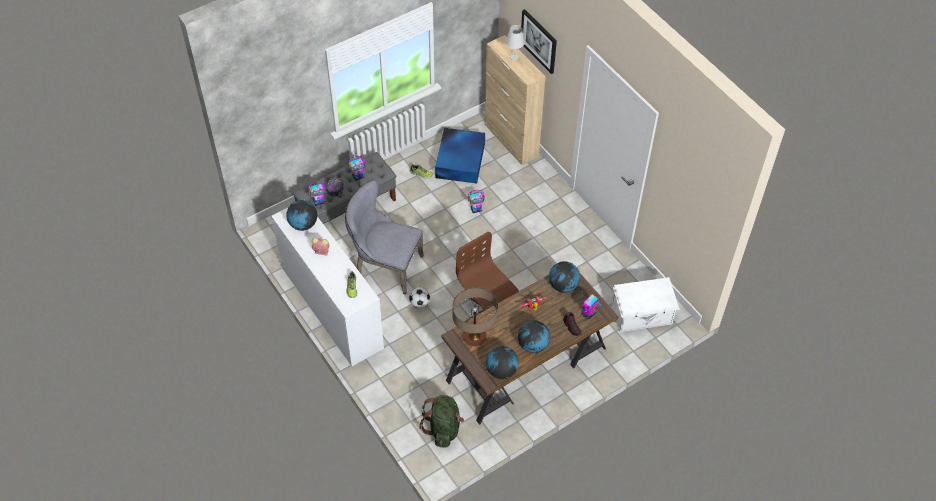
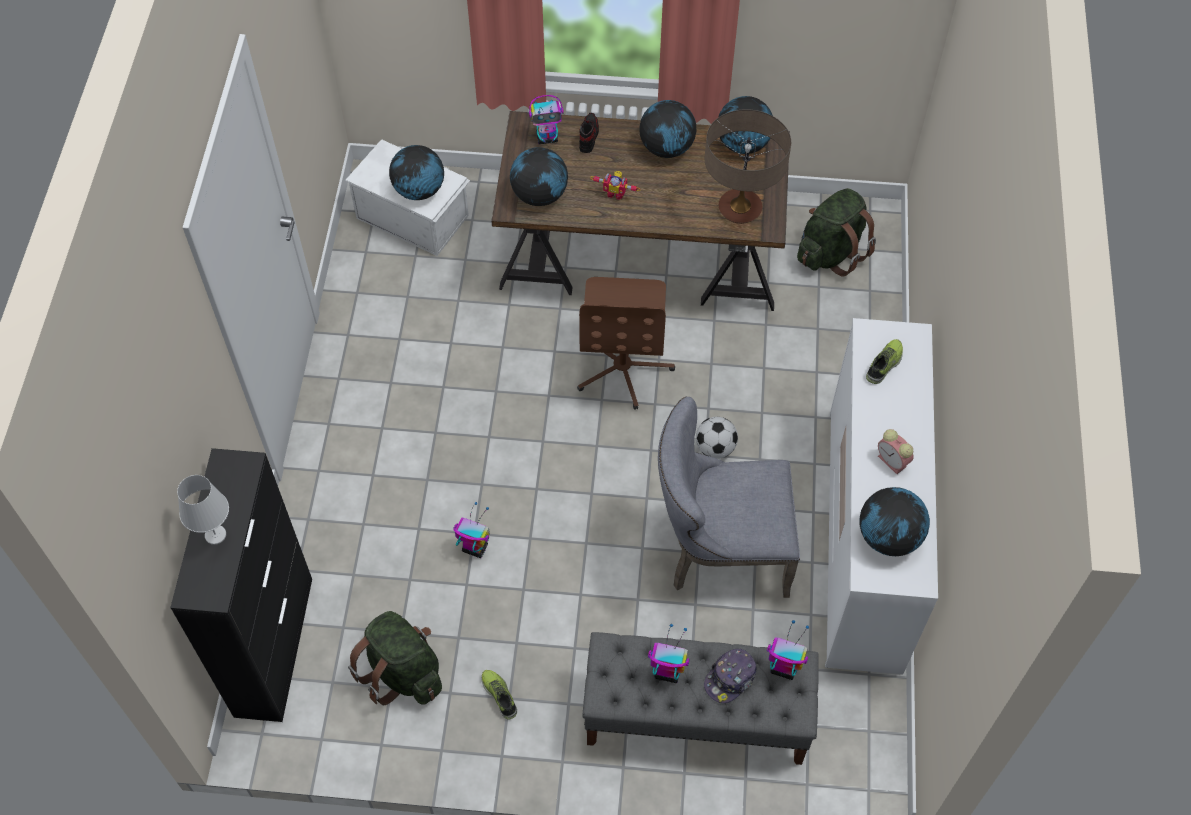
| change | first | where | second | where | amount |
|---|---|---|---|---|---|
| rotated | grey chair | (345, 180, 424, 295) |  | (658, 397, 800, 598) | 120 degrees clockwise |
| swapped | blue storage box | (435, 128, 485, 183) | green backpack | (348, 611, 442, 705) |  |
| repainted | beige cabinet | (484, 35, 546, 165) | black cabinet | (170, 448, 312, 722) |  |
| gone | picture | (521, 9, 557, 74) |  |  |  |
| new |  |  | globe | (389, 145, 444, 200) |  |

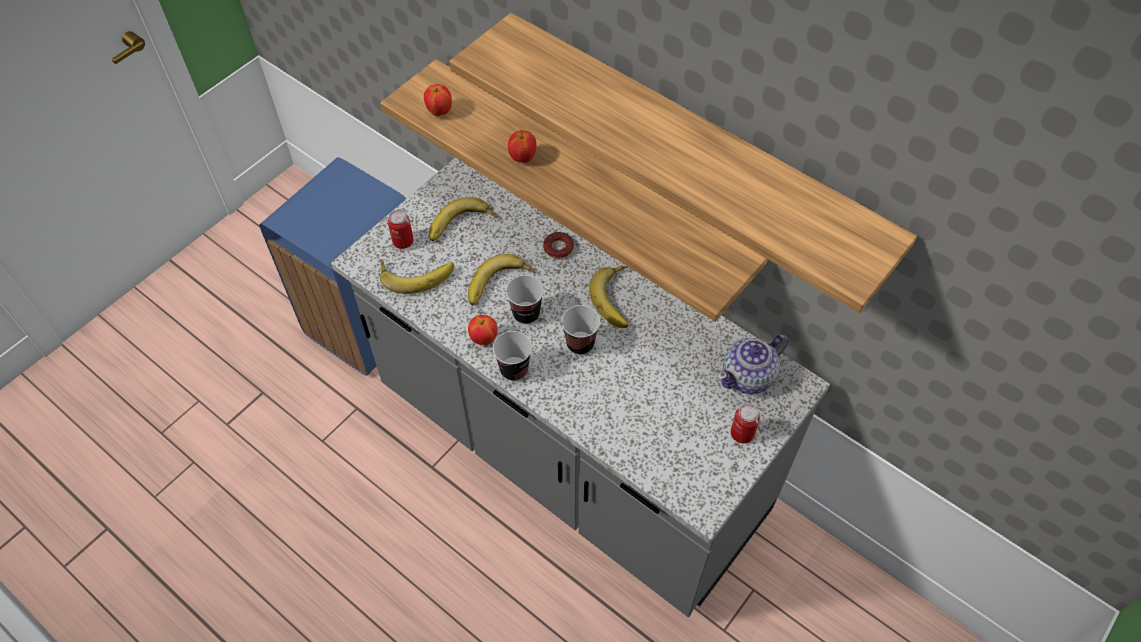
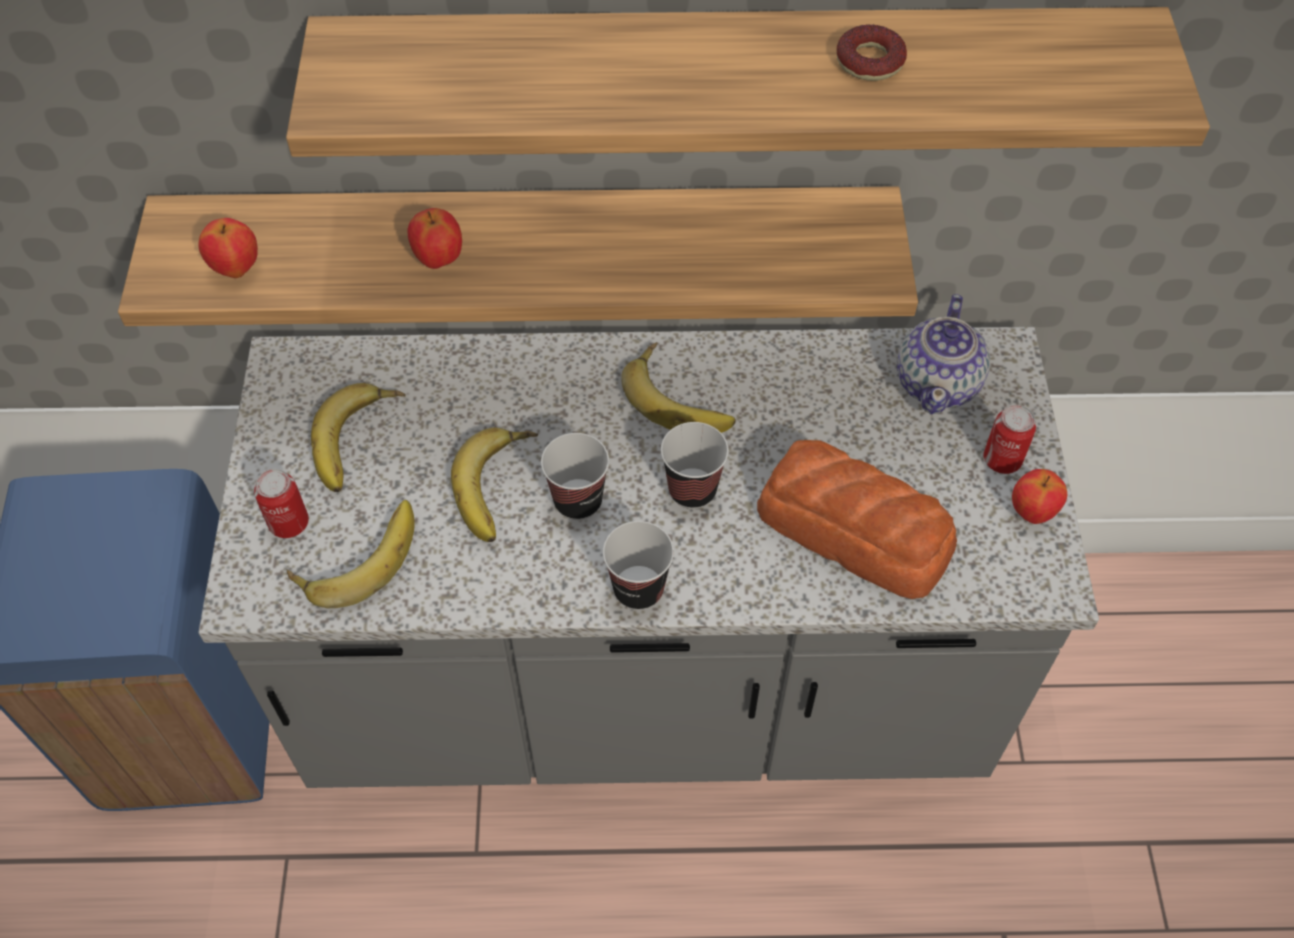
| change | first | where | second | where | amount |
|---|---|---|---|---|---|
| shifted | apple | (468, 315, 497, 345) |  | (1012, 469, 1067, 524) |  |
| shifted | donut | (543, 232, 574, 259) |  | (836, 24, 907, 81) |  |
| new |  |  | bread | (757, 440, 957, 599) |  |

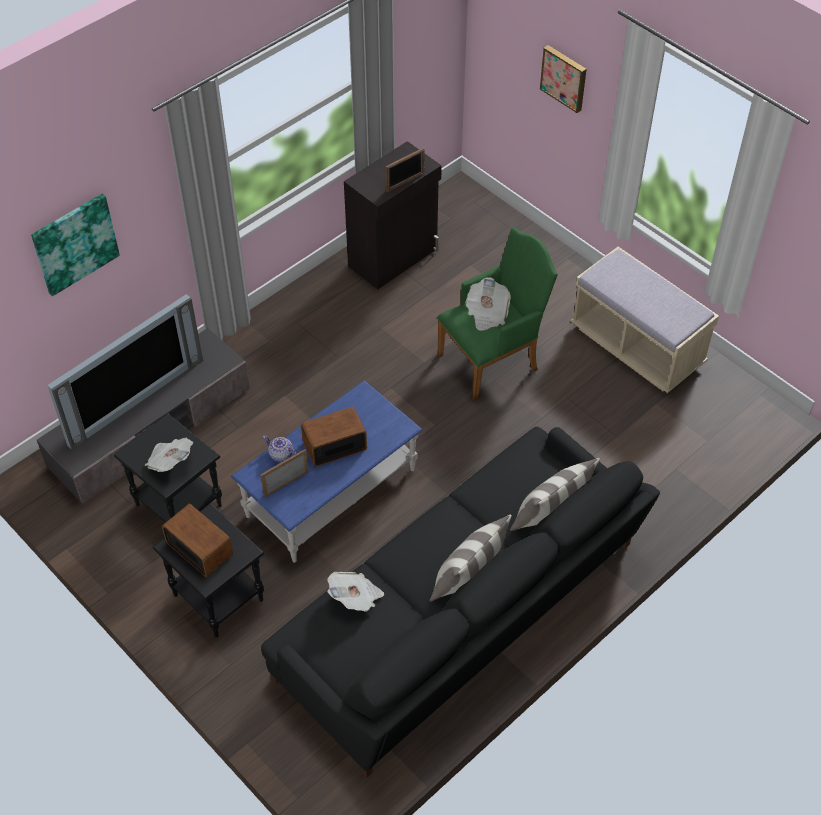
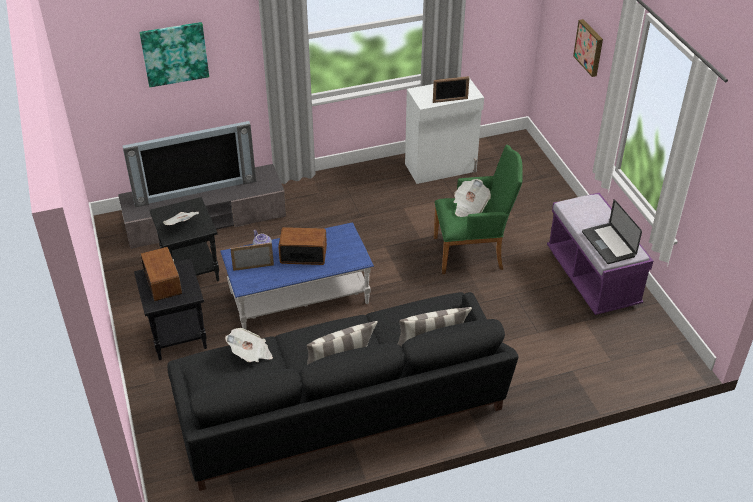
| change | first | where | second | where | amount |
|---|---|---|---|---|---|
| repainted | black cabinet | (344, 141, 442, 289) | white cabinet | (405, 78, 484, 184) |  |
| repainted | beige bench | (571, 247, 719, 393) | purple bench | (547, 193, 653, 315) |  |
| new |  |  | laptop | (582, 199, 642, 264) |  |

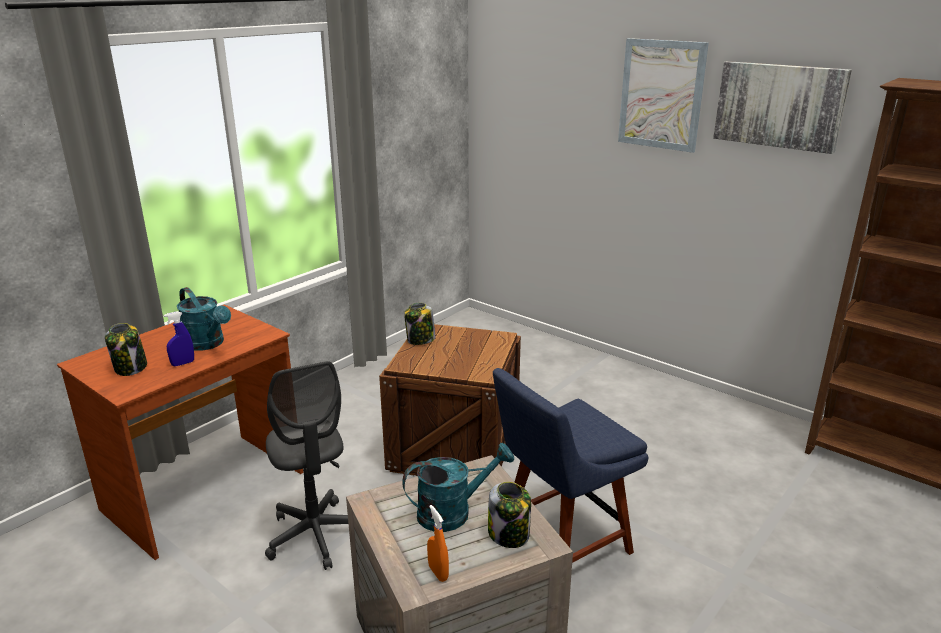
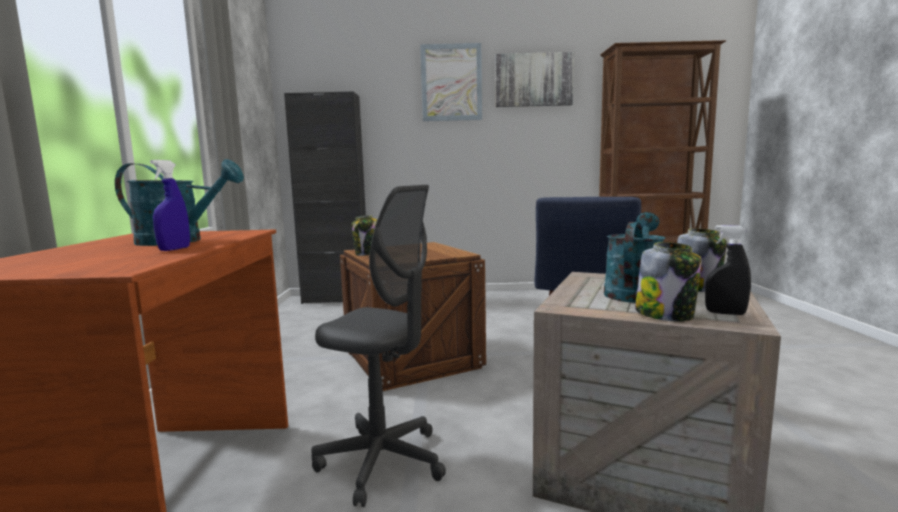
| change | first | where | second | where | amount |
|---|---|---|---|---|---|
| shifted | jar | (105, 323, 147, 376) |  | (635, 242, 702, 322) |  |
| repainted | orange spray bottle | (427, 505, 449, 582) | black spray bottle | (705, 225, 751, 315) |  |
| new |  |  | black cabinet | (284, 91, 366, 304) |  |

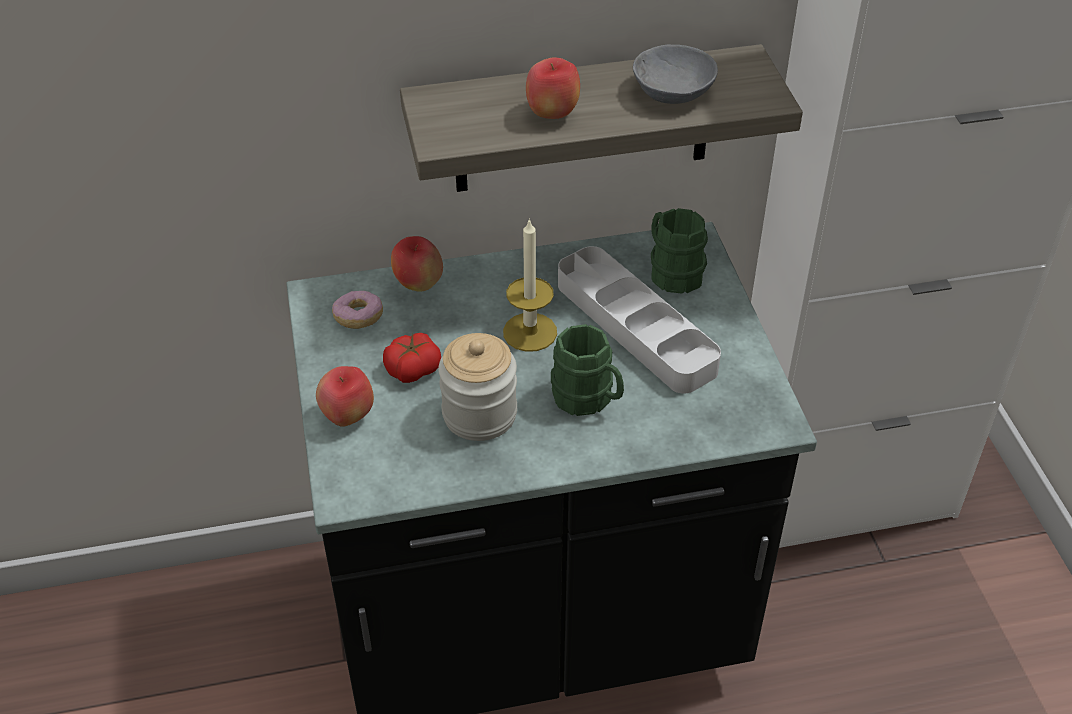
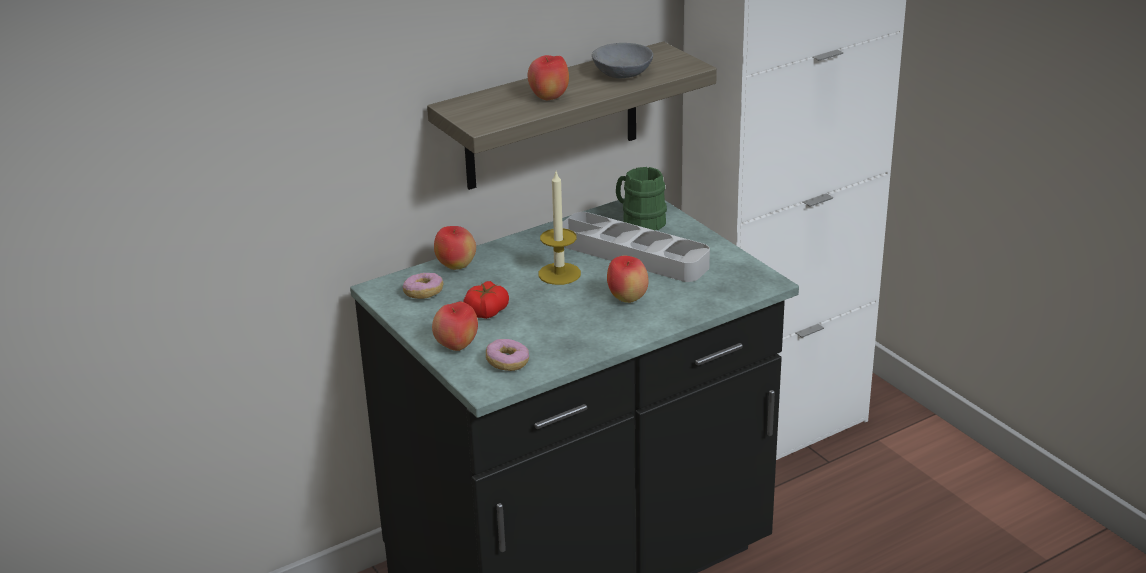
| change | first | where | second | where | amount |
|---|---|---|---|---|---|
| gone | jar | (438, 333, 517, 441) |  |  |  |
| swapped | green mug | (551, 324, 624, 416) | apple | (607, 255, 649, 303) |  |
| new |  |  | donut | (486, 339, 529, 371) |  |

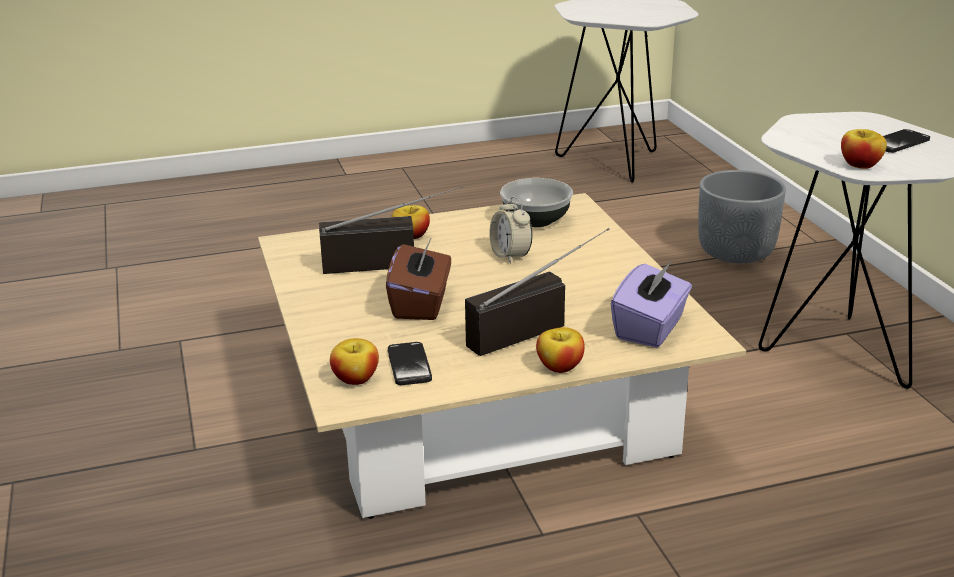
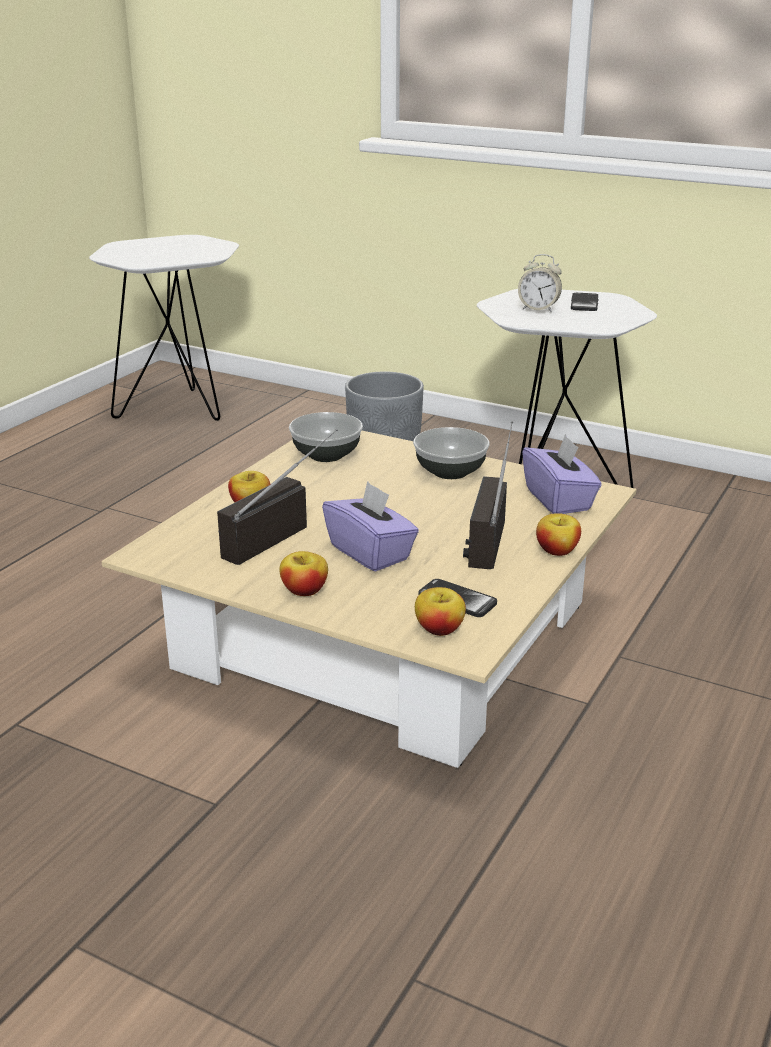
| change | first | where | second | where | amount |
|---|---|---|---|---|---|
| repainted | brown tissue box | (386, 237, 451, 320) | purple tissue box | (322, 481, 419, 571) |  |
| shifted | alarm clock | (489, 196, 532, 264) |  | (518, 254, 562, 312) |  |
| shifted | apple | (841, 129, 887, 169) |  | (279, 551, 328, 596) |  |
| new |  |  | bowl | (413, 427, 490, 479) |  |

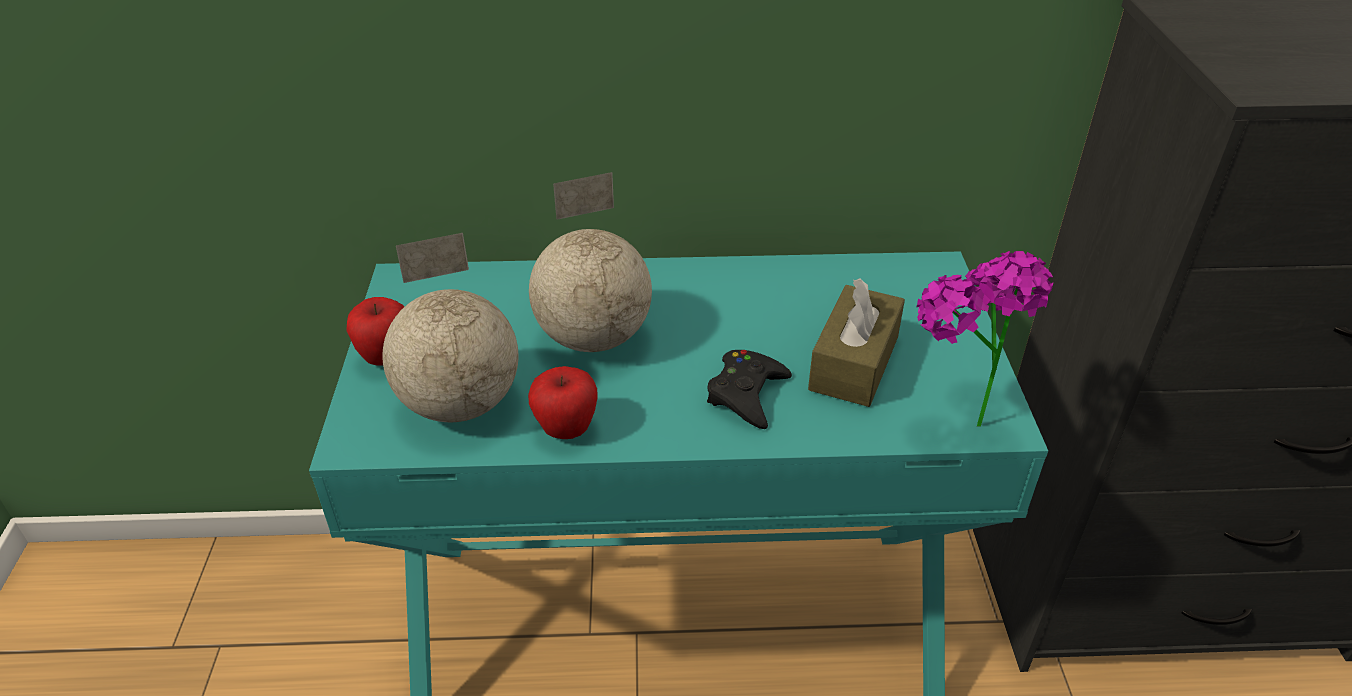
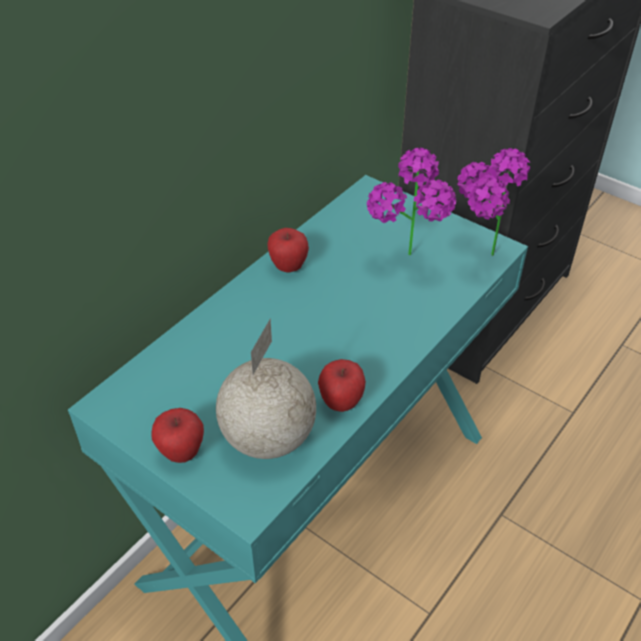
| change | first | where | second | where | amount |
|---|---|---|---|---|---|
| gone | globe | (529, 172, 652, 352) |  |  |  |
| gone | black game controller | (707, 350, 792, 429) |  |  |  |
| swapped | brown tissue box | (808, 278, 905, 407) | potted plant | (367, 148, 456, 255) |  |
| new |  |  | apple | (268, 228, 309, 273) |  |

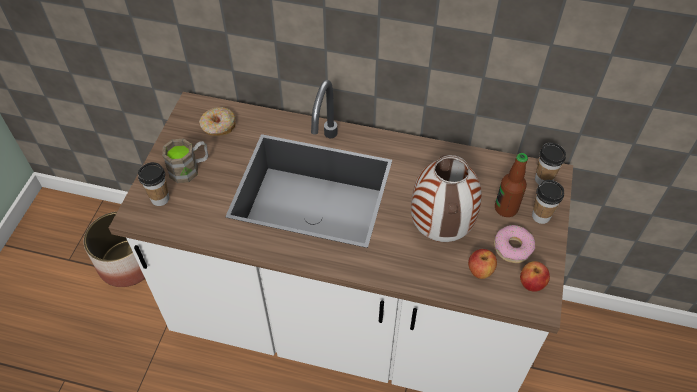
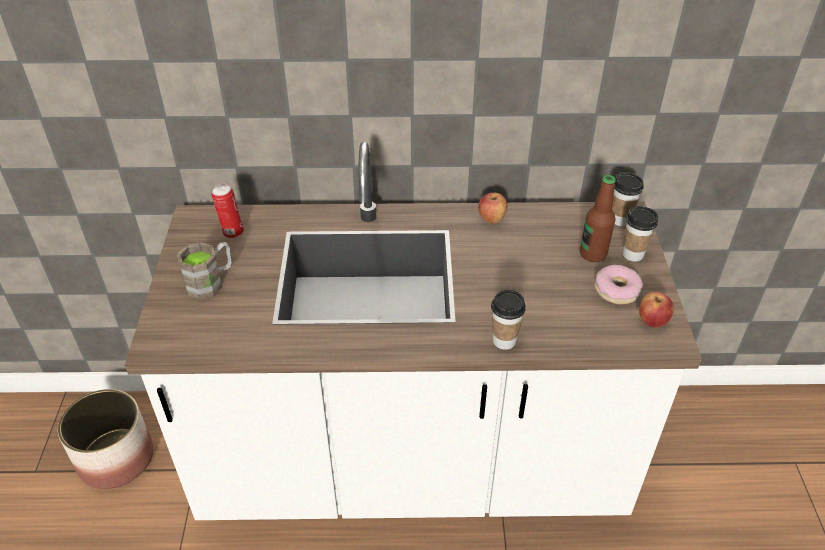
| change | first | where | second | where | amount |
|---|---|---|---|---|---|
| shifted | cup | (138, 162, 169, 206) |  | (491, 290, 526, 350) |  |
| swapped | donut | (199, 107, 236, 136) | can | (211, 184, 244, 238) |  |
| gone | vase | (411, 155, 482, 242) |  |  |  |
| shifted | apple | (468, 249, 497, 279) |  | (478, 192, 507, 224) |  |

